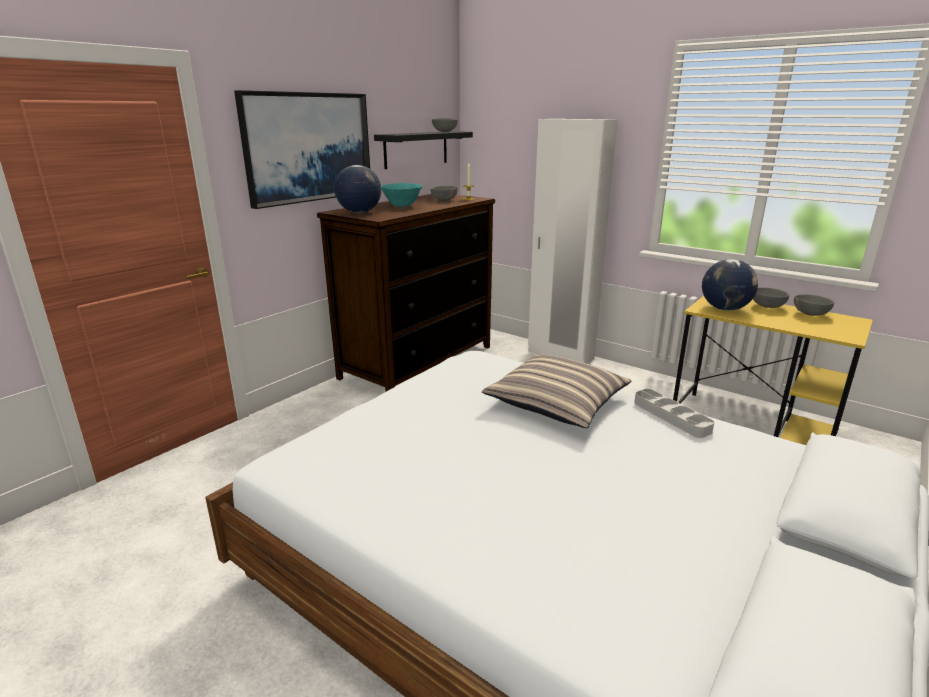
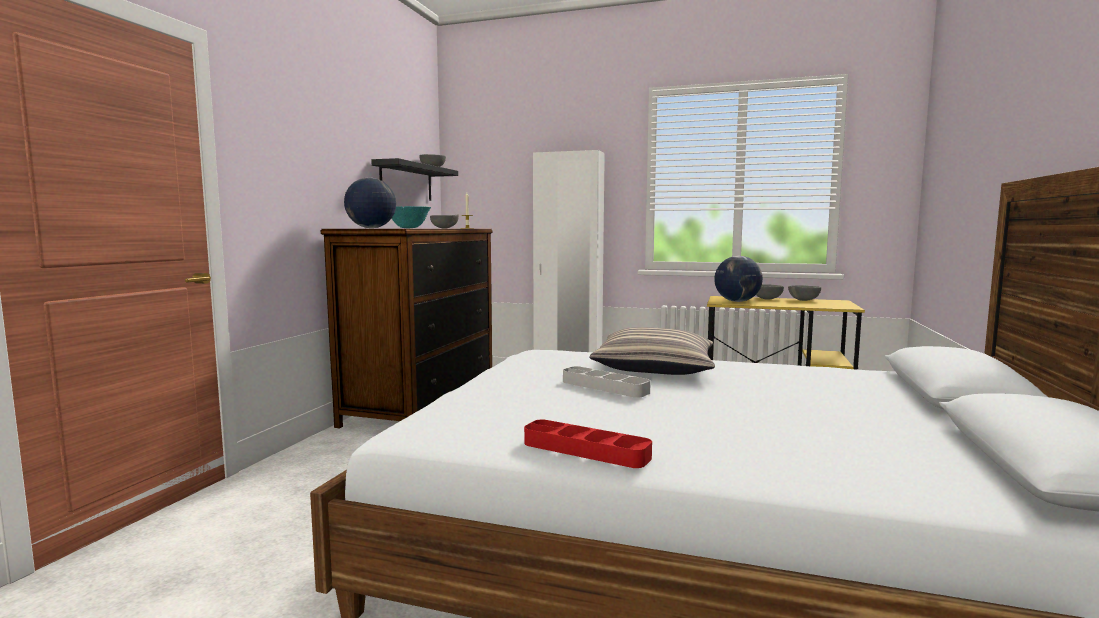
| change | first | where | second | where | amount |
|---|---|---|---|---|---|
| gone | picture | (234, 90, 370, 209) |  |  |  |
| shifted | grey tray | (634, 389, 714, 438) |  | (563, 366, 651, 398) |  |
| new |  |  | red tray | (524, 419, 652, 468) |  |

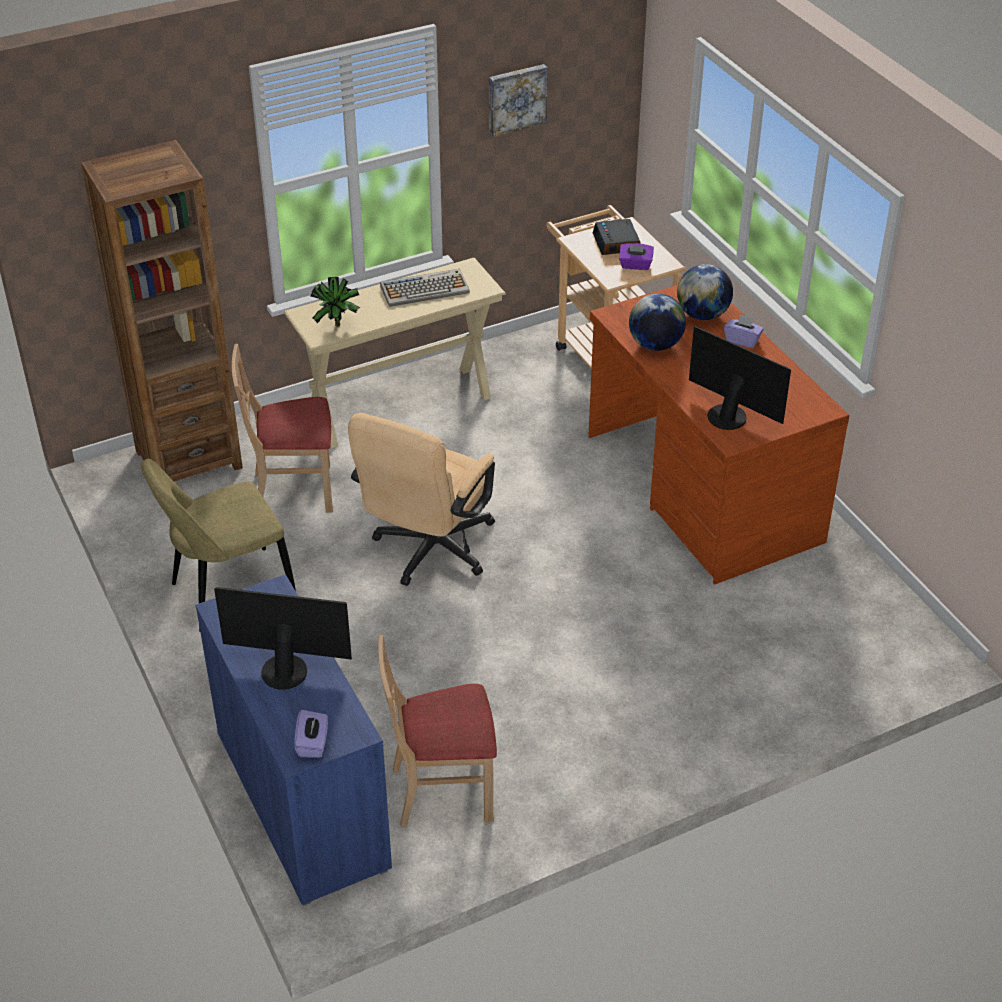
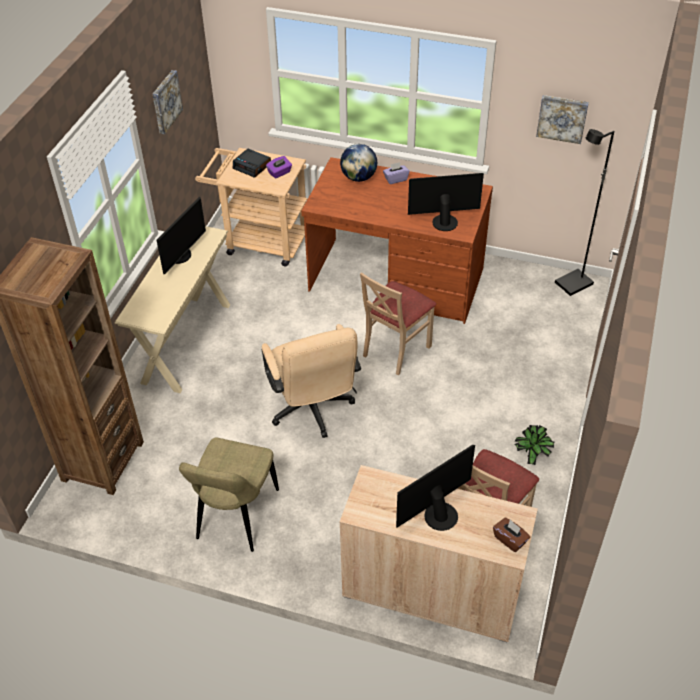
| change | first | where | second | where | amount |
|---|---|---|---|---|---|
| repainted | blue cabinet | (195, 574, 392, 906) | beige cabinet | (339, 465, 538, 642) |  |
| shifted | beige chair | (232, 344, 333, 513) |  | (360, 272, 436, 376) |  |
| repainted | purple tissue box | (294, 710, 328, 758) | brown tissue box | (493, 517, 530, 552) |  |
| shifted | potted plant | (310, 277, 360, 327) |  | (514, 425, 554, 465) |  |
| swapped | keyboard | (380, 269, 470, 307) | monitor | (157, 196, 206, 274) |  |
| gone | globe | (629, 294, 686, 351) |  |  |  |
| new |  |  | picture | (536, 95, 589, 144) |  |
| new |  |  | black floor lamp | (555, 129, 614, 296) |  |

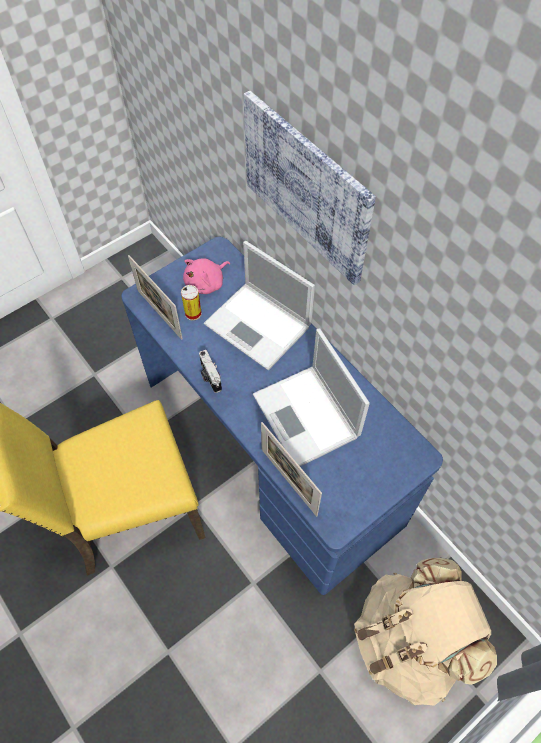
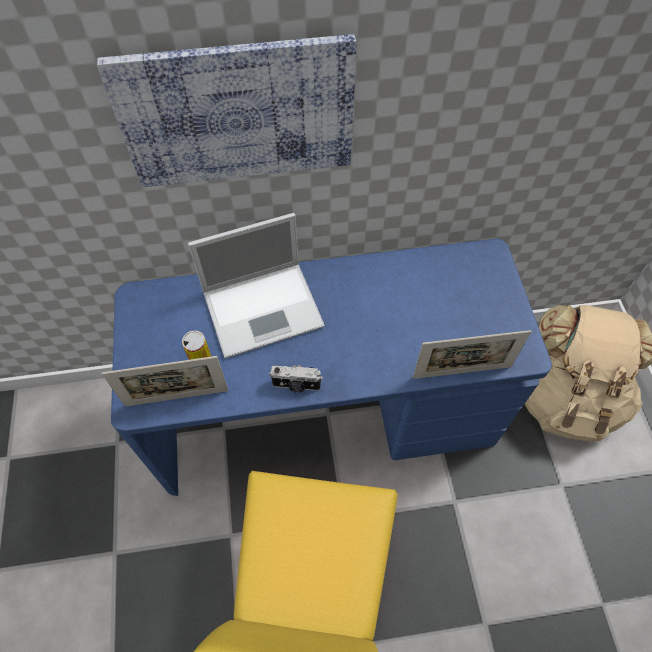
| change | first | where | second | where | amount |
|---|---|---|---|---|---|
| gone | pink plush toy | (183, 258, 230, 294) |  |  |  |
| gone | laptop | (253, 328, 370, 466) |  |  |  |

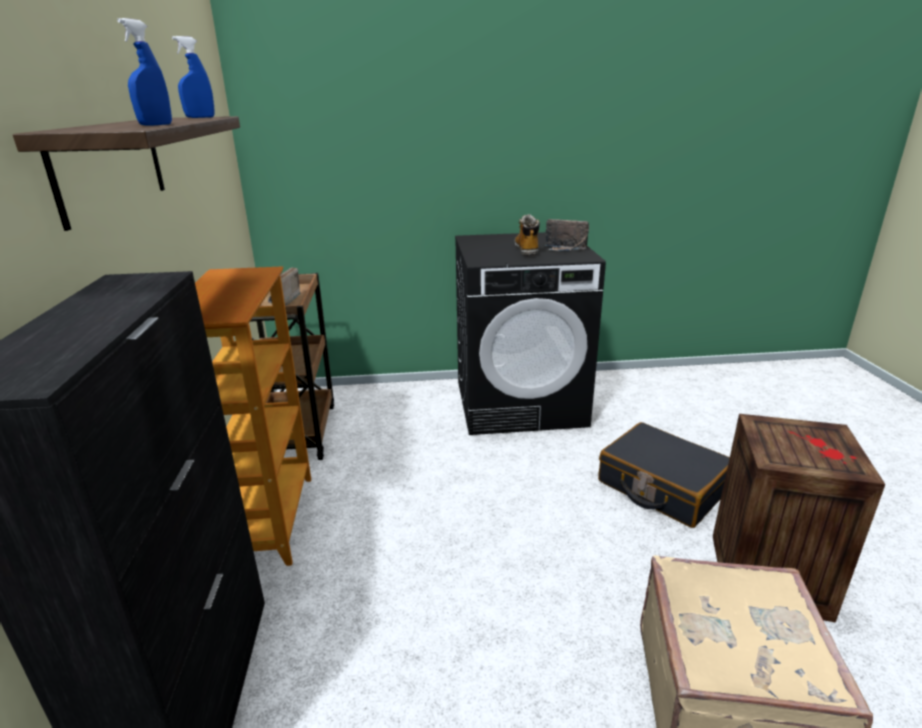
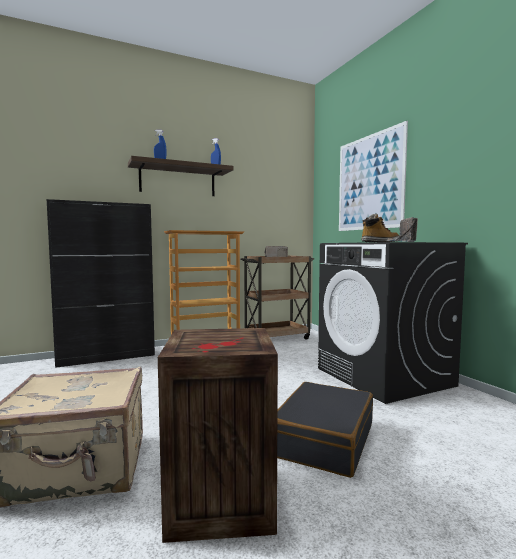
| change | first | where | second | where | amount |
|---|---|---|---|---|---|
| new |  |  | picture | (339, 121, 408, 231) |  |

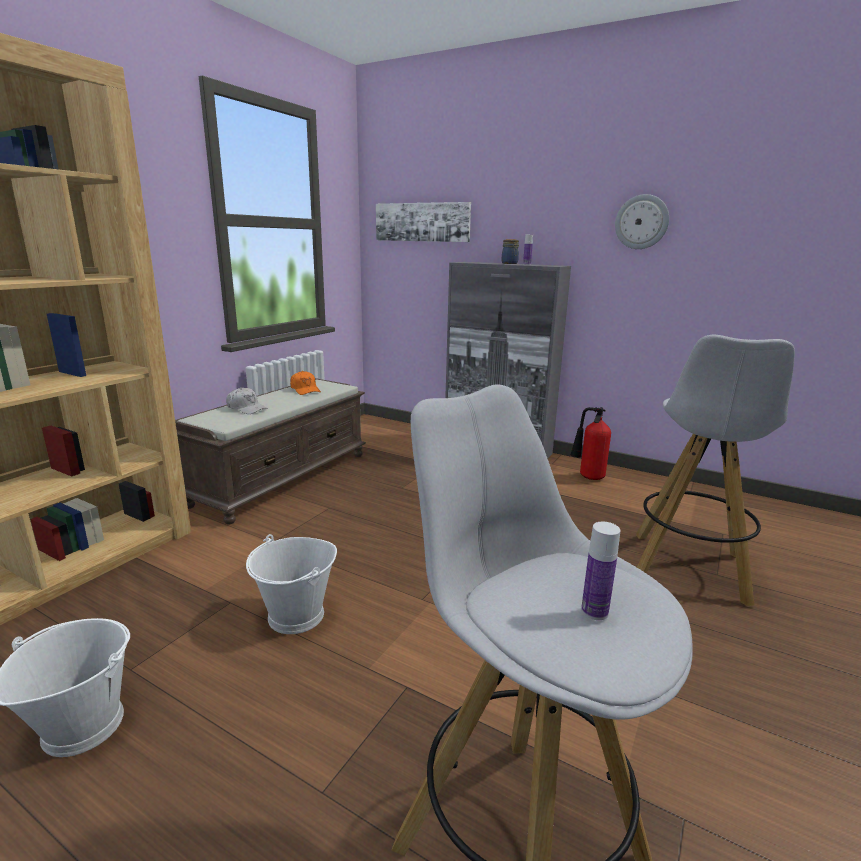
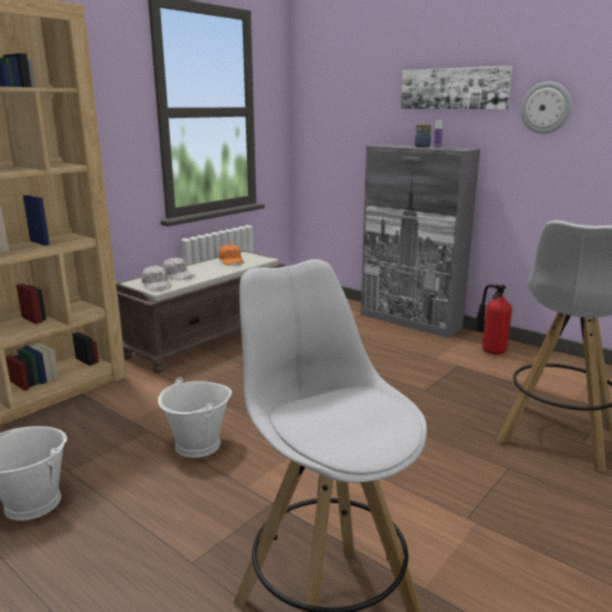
| change | first | where | second | where | amount |
|---|---|---|---|---|---|
| shifted | picture | (376, 202, 471, 242) |  | (401, 66, 513, 109) |  |
| gone | bottle | (581, 522, 621, 620) |  |  |  |
| new |  |  | white cap | (141, 265, 171, 291) |  |

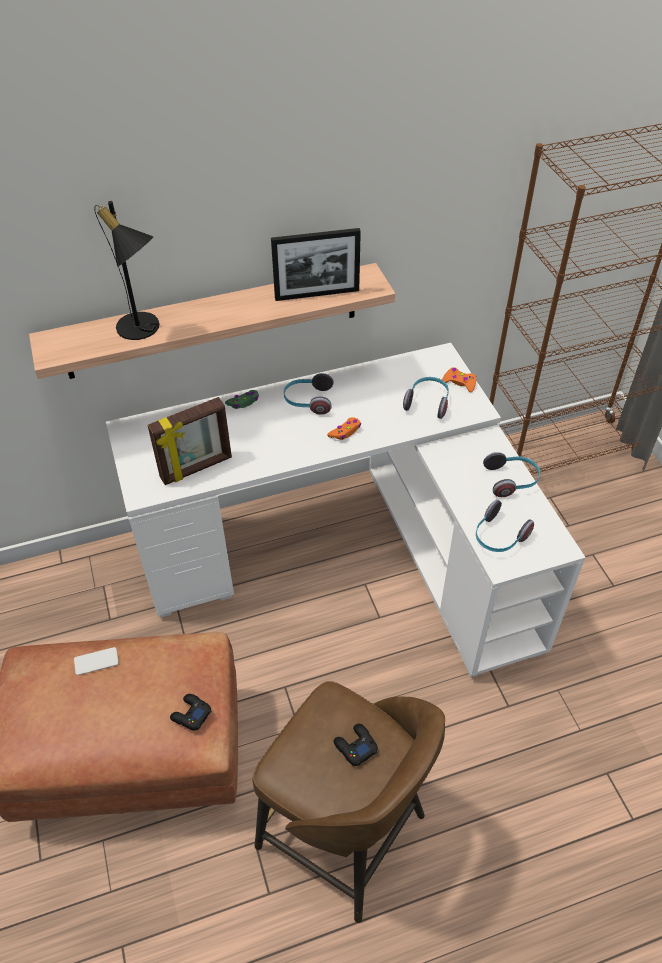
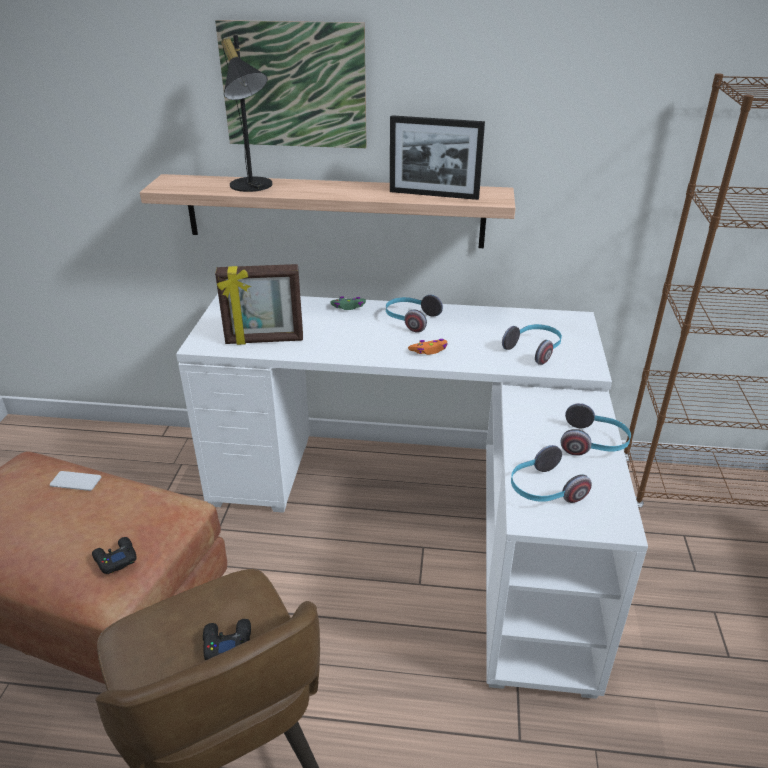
| change | first | where | second | where | amount |
|---|---|---|---|---|---|
| gone | orange game controller | (442, 367, 476, 392) |  |  |  |
| new |  |  | picture | (215, 20, 366, 148) |  |

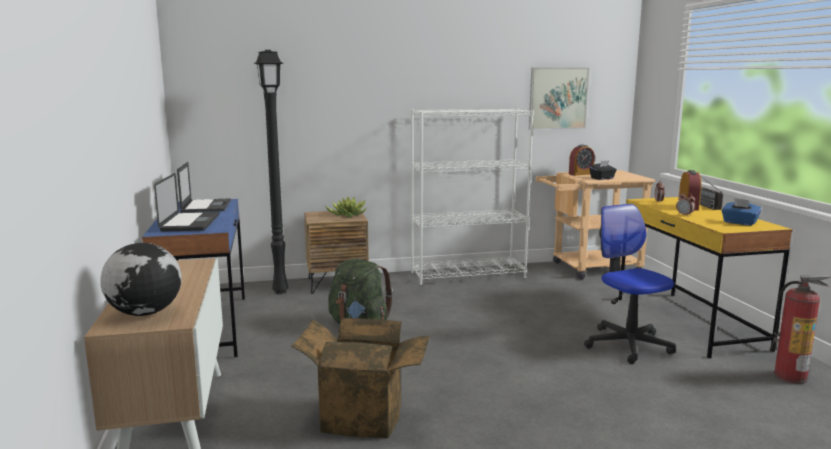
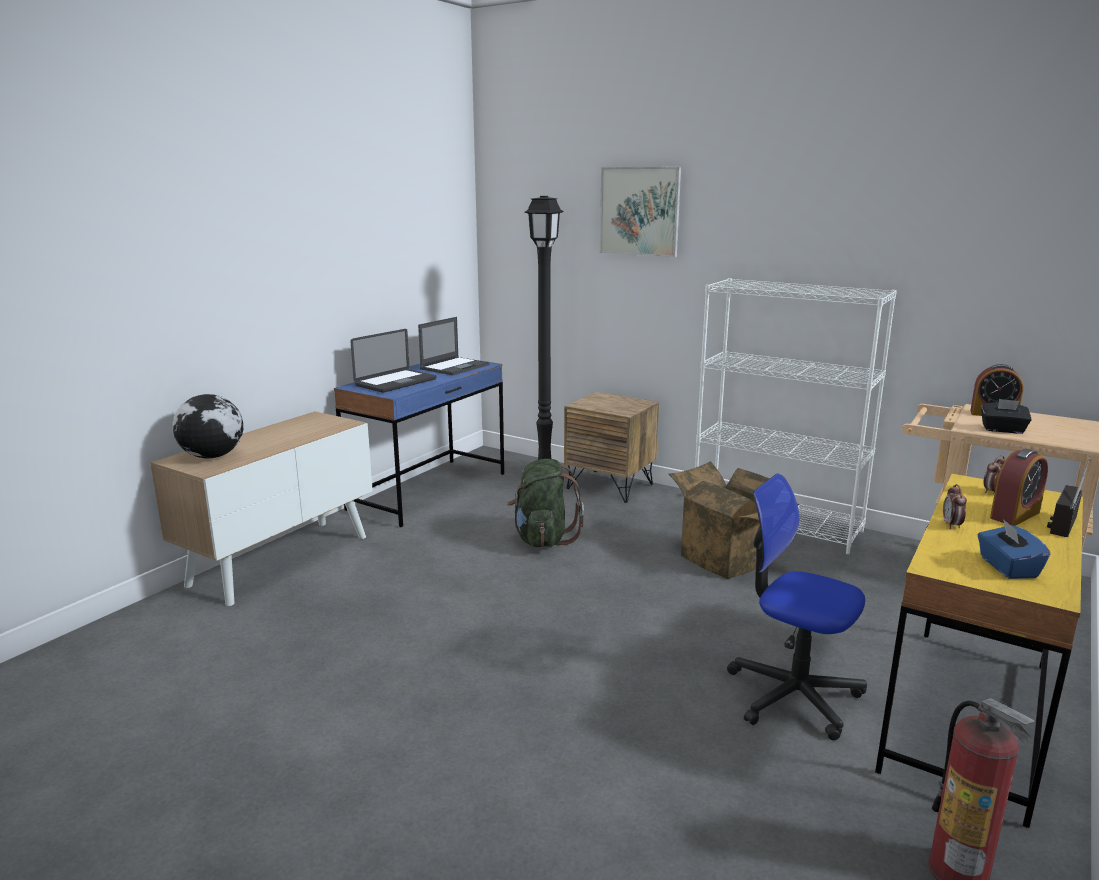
| change | first | where | second | where | amount |
|---|---|---|---|---|---|
| shifted | cardboard box | (291, 318, 430, 438) |  | (669, 461, 800, 579) |  |
| gone | potted plant | (324, 196, 366, 217) |  |  |  |
| shifted | picture | (529, 68, 589, 130) |  | (600, 167, 681, 257) |  |
| rotated | office chair | (584, 204, 676, 364) |  | (727, 474, 867, 740) | 75 degrees counterclockwise |

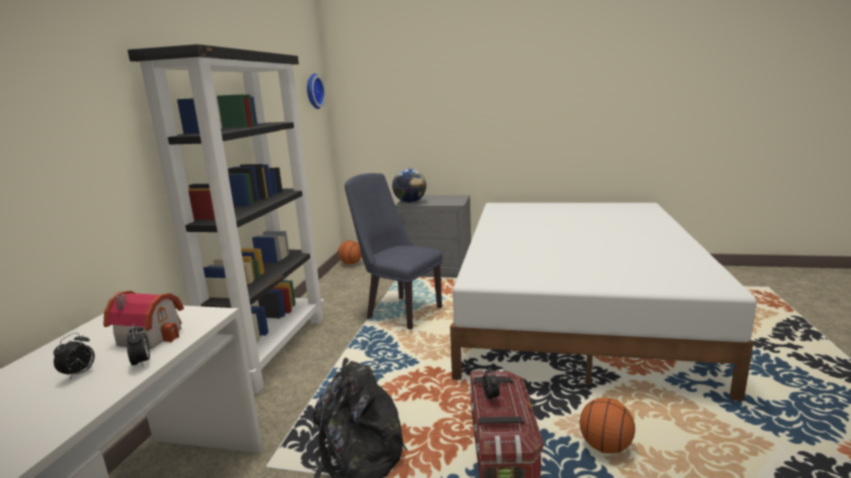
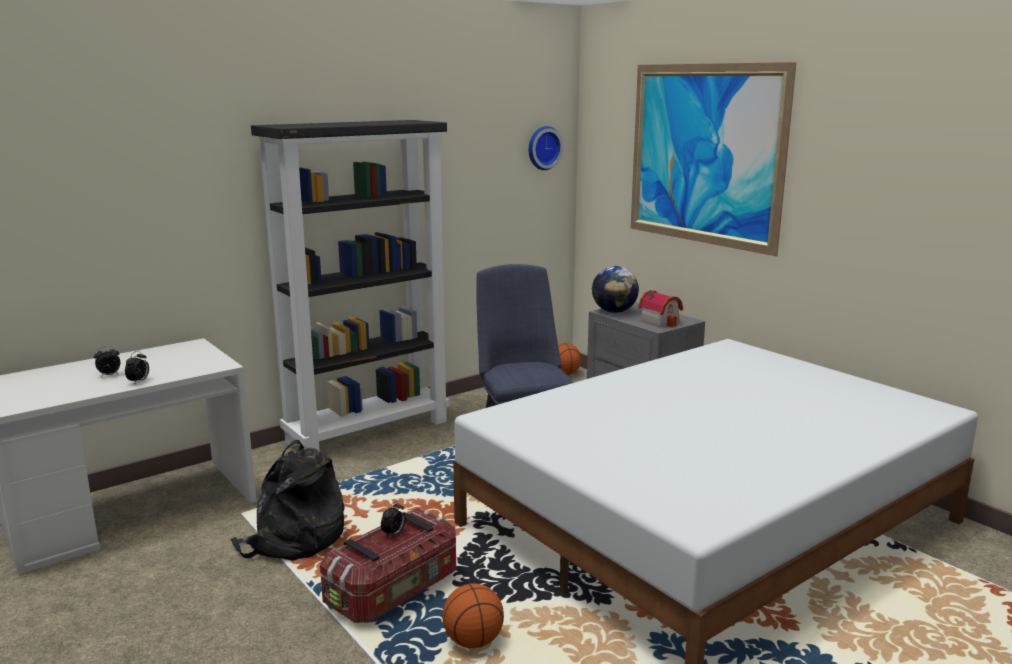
| change | first | where | second | where | amount |
|---|---|---|---|---|---|
| shifted | toy house | (104, 291, 184, 349) |  | (638, 290, 683, 327) |  |
| new |  |  | picture | (631, 62, 796, 256) |  |

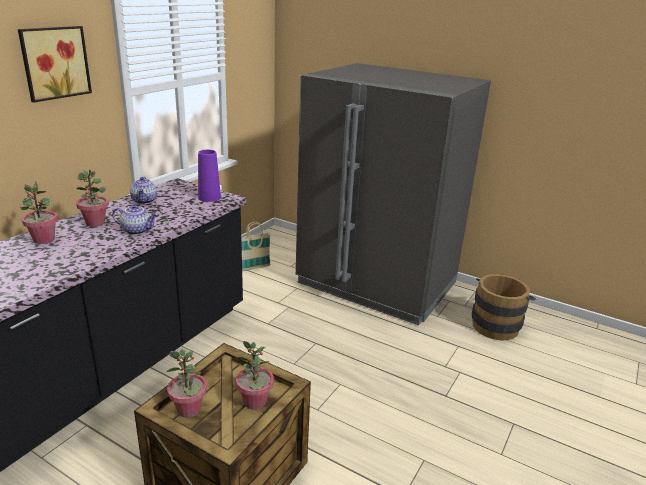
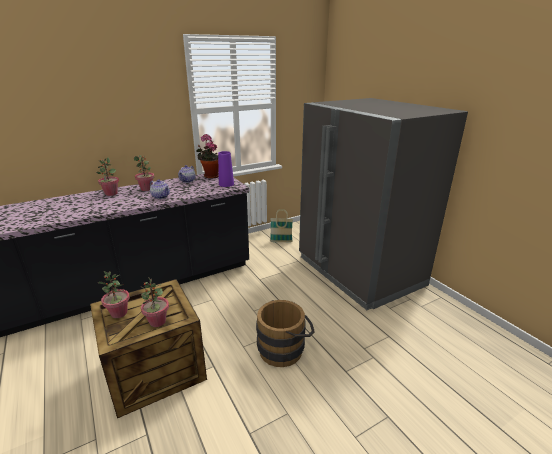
| change | first | where | second | where | amount |
|---|---|---|---|---|---|
| gone | picture | (18, 26, 92, 103) |  |  |  |
| shifted | brown bucket | (472, 274, 536, 340) |  | (256, 300, 315, 367) |  |
| new |  |  | potted plant | (197, 134, 219, 179) |  |

